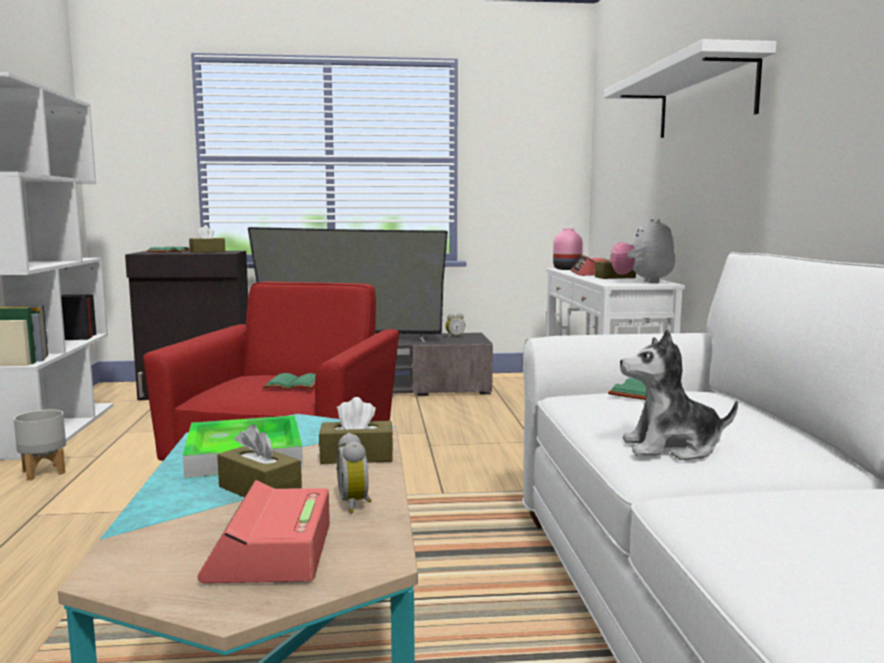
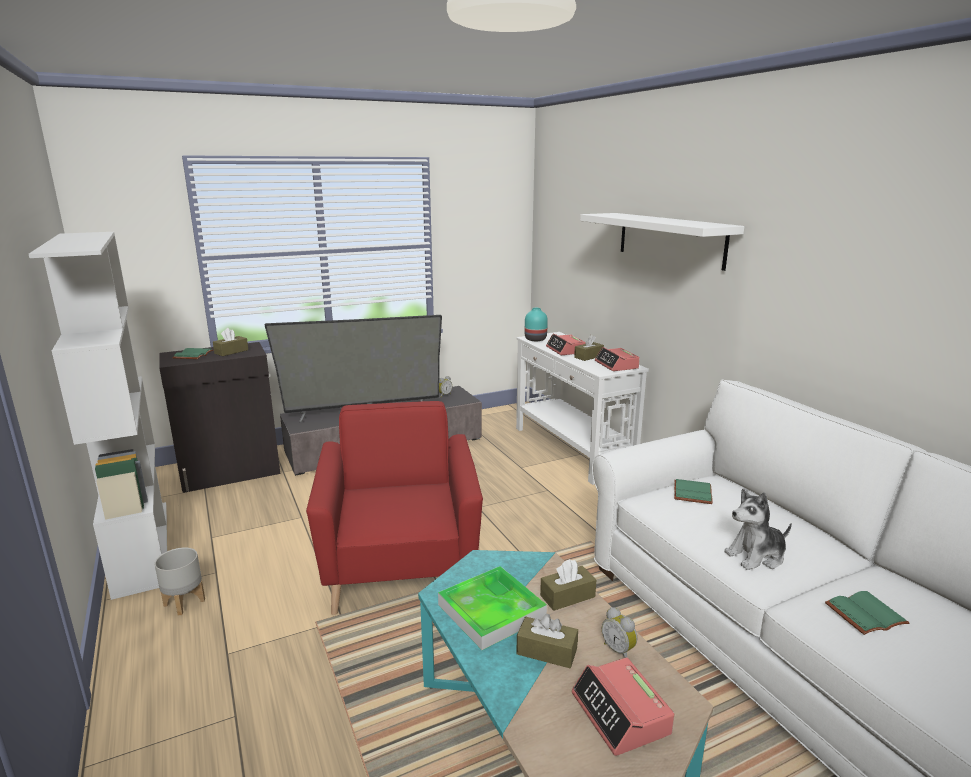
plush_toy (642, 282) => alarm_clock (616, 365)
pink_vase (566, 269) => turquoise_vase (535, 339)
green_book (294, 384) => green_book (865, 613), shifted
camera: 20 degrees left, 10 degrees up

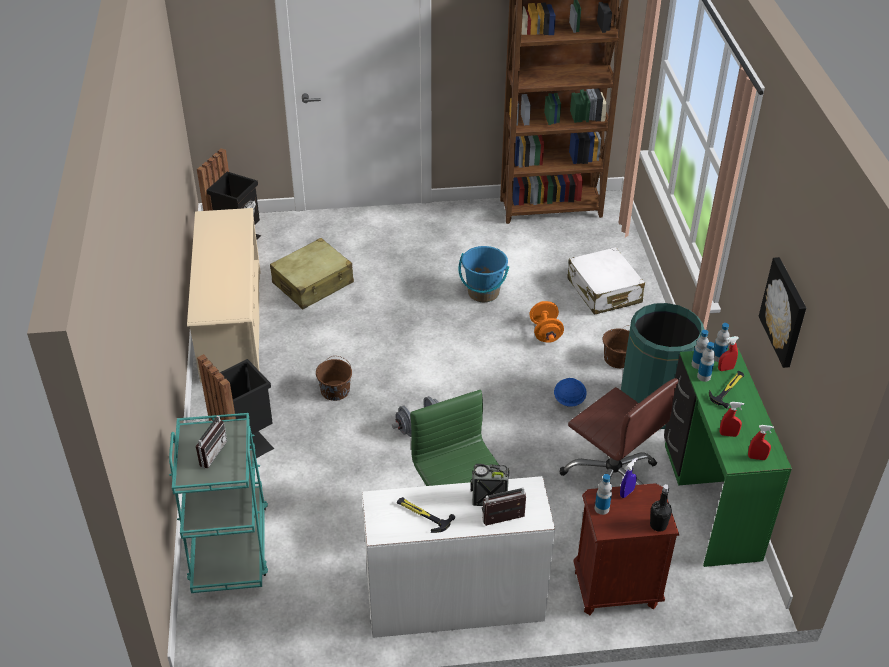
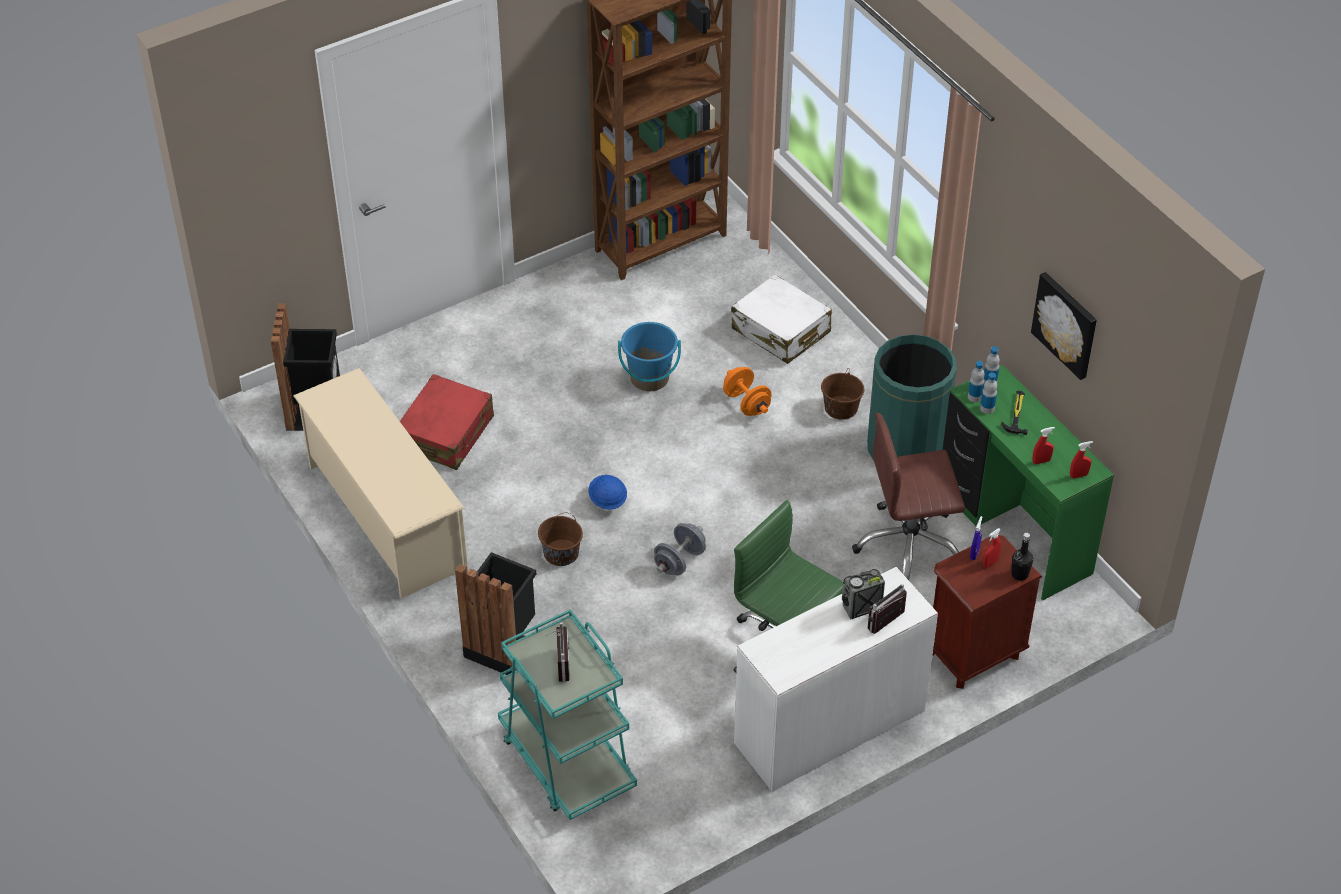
beige_suitcase (313, 283) => red_suitcase (446, 433)
red_spray_bottle (725, 369) => red_spray_bottle (990, 562), shifted
blue_hard_hat (569, 399) => blue_hard_hat (607, 500), shifted
brown_office_chair (612, 479) => brown_office_chair (908, 545), 150 degrees clockwise
bottle (601, 508) => nothing
hammer (423, 515) => nothing
camera: 25 degrees left, 5 degrees up

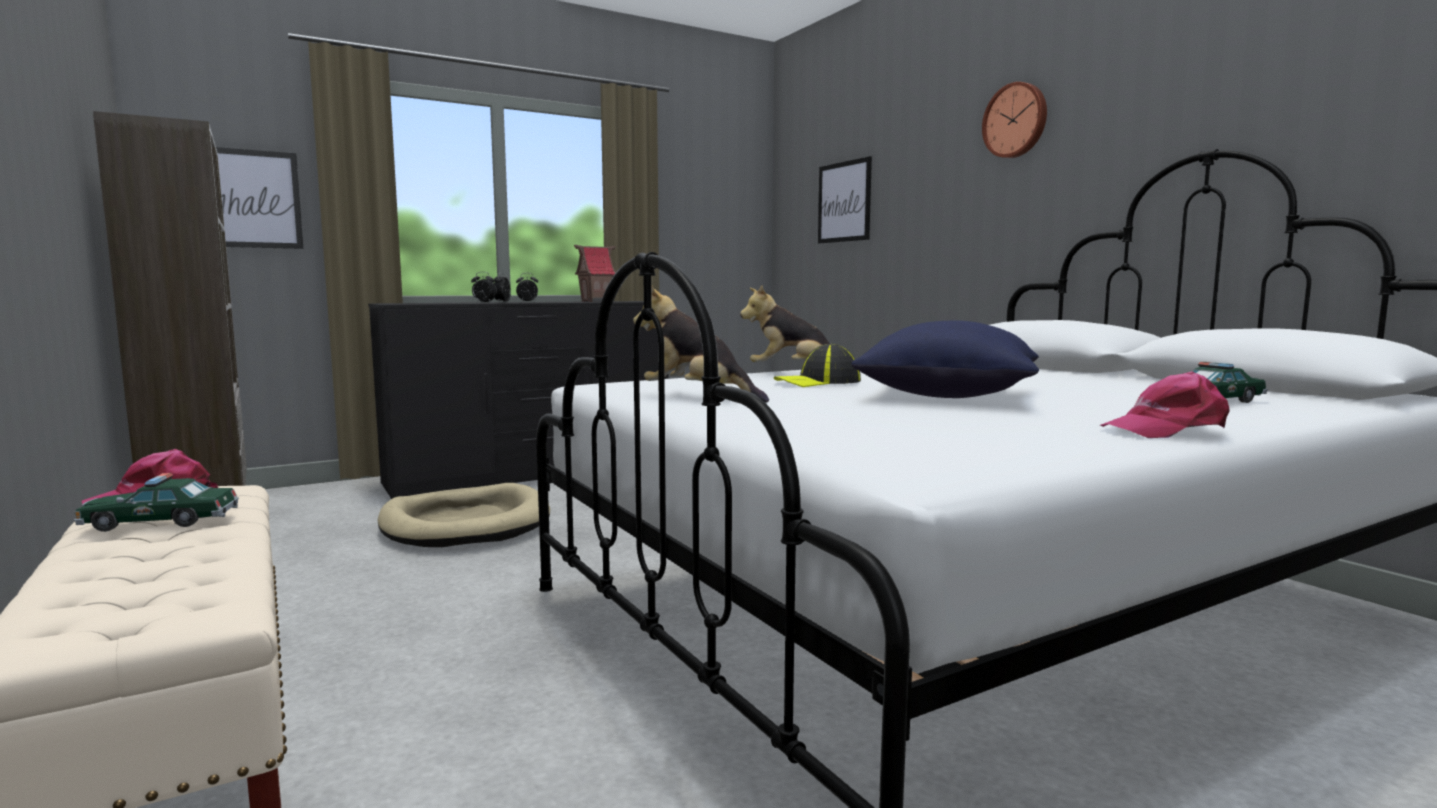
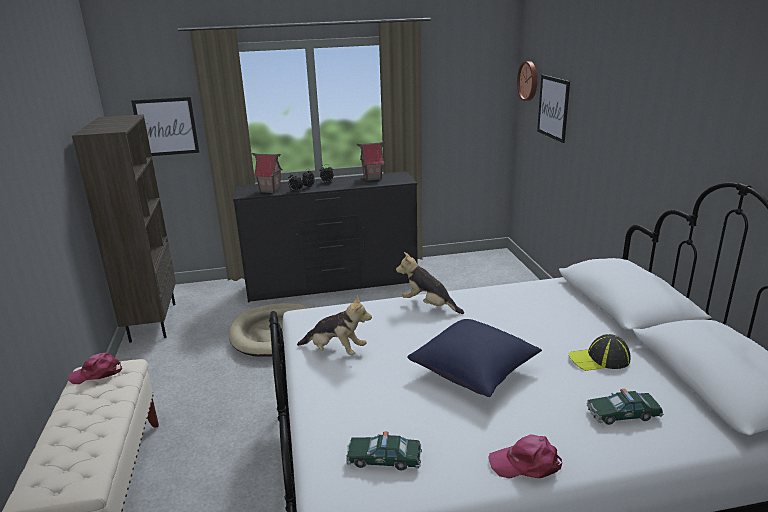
wall_clock (1016, 121) => wall_clock (529, 81), shifted
plush_toy (698, 397) => plush_toy (335, 351), 150 degrees clockwise
cap (818, 382) => cap (599, 359), shifted
toy_car (161, 522) => toy_car (384, 459), shifted
nothing => toy_house (270, 190)
camera: 20 degrees right, 15 degrees up

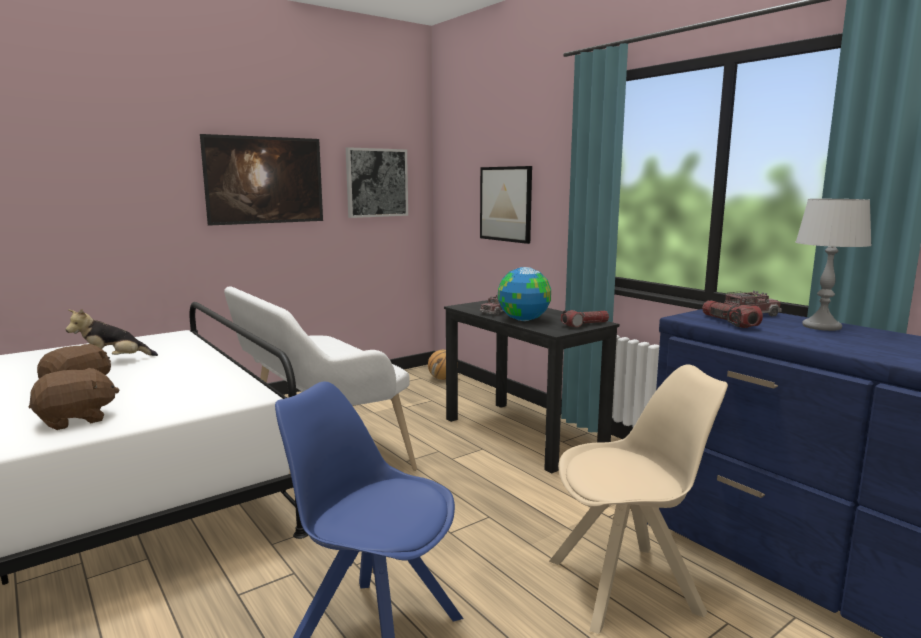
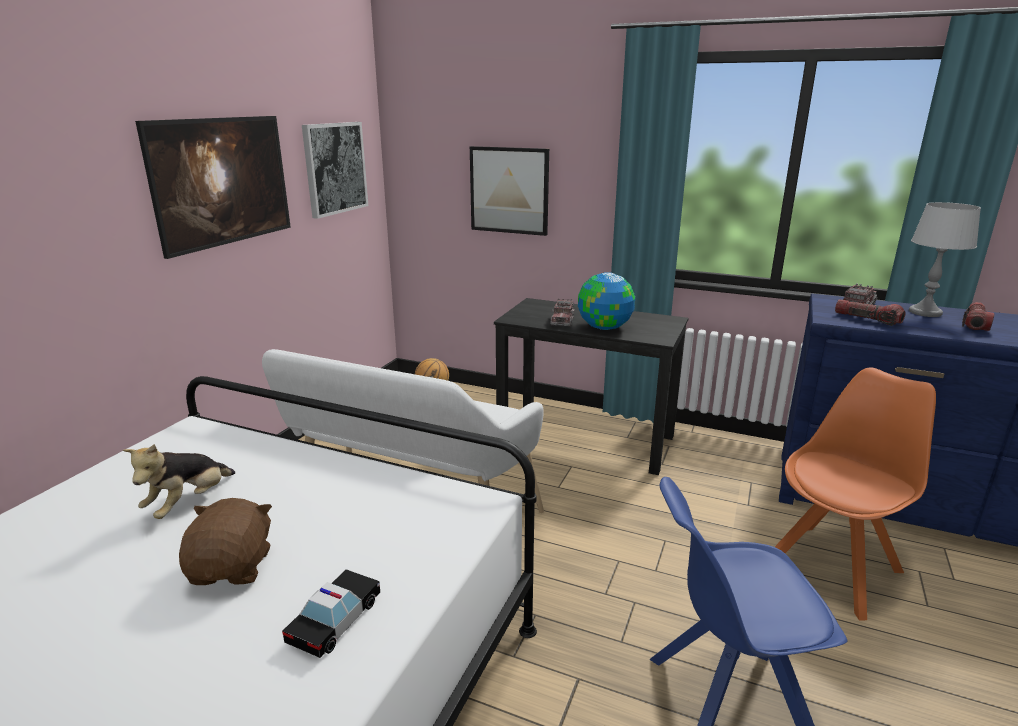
flashlight (585, 324) => flashlight (974, 324), shifted
beige_chair (628, 586) => orange_chair (833, 567)
brown_plush_toy (76, 420) => toy_car (335, 620)
camera: 30 degrees left, 10 degrees up

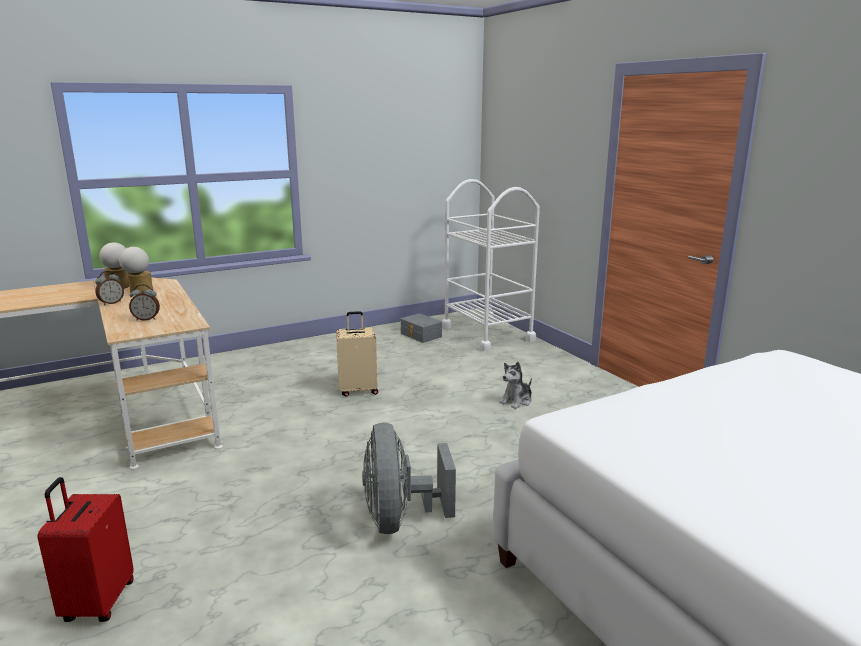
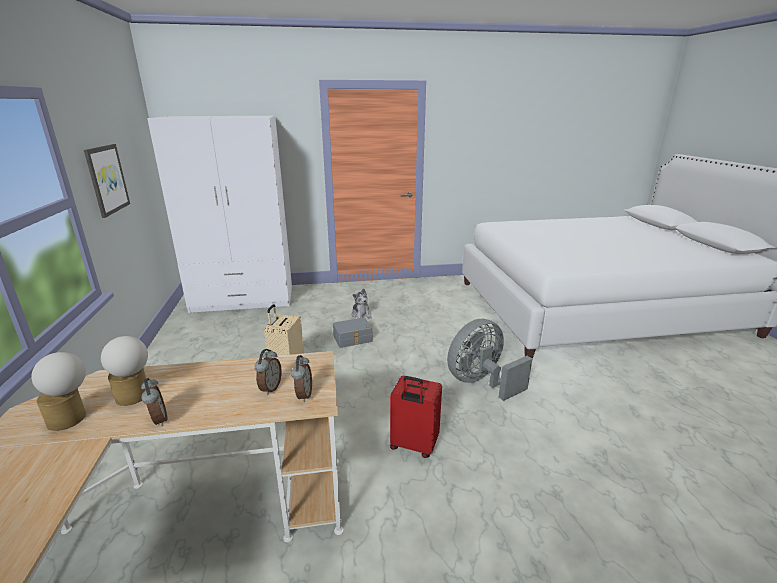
white_cart (487, 334) => white_wardrobe (243, 299)
grey_storage_box (420, 335) => grey_storage_box (353, 339), shifted
grey_fan (400, 519) => grey_fan (481, 382), 135 degrees clockwise
red_suitcase (97, 602) => red_suitcase (413, 446), shifted
nothing => picture (106, 179)
nothing => alarm_clock (303, 395)
camera: 70 degrees left, 5 degrees up

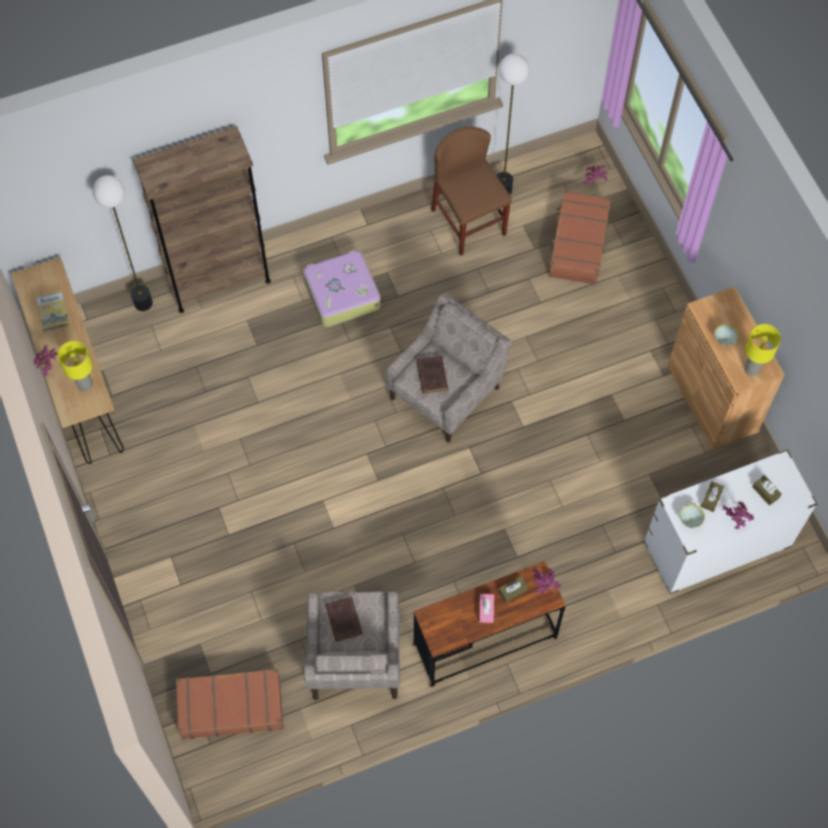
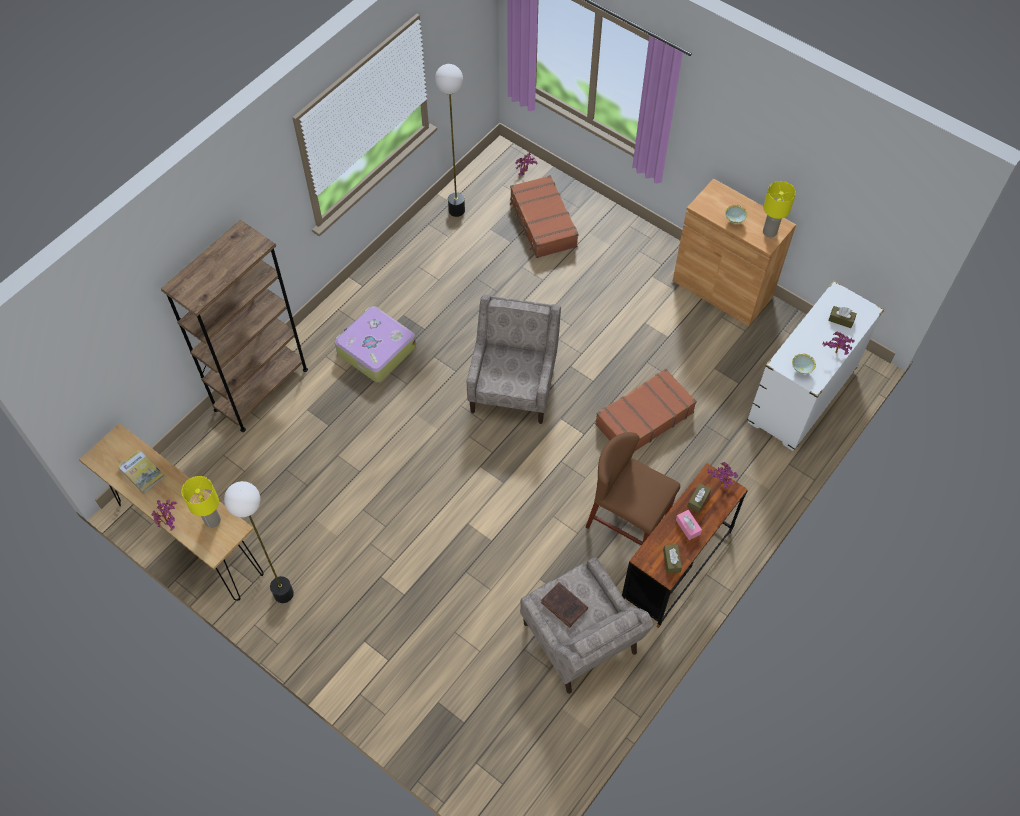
brown_chair (468, 222) => brown_chair (627, 521), shifted
floor_lamp (143, 302) => floor_lamp (283, 593), shifted
brown_book (432, 374) => nothing
brown_tissue_box (711, 498) => brown_tissue_box (671, 561), shifted
brown_suitcase (230, 706) => brown_suitcase (643, 418), shifted
camera: 30 degrees left, 5 degrees down

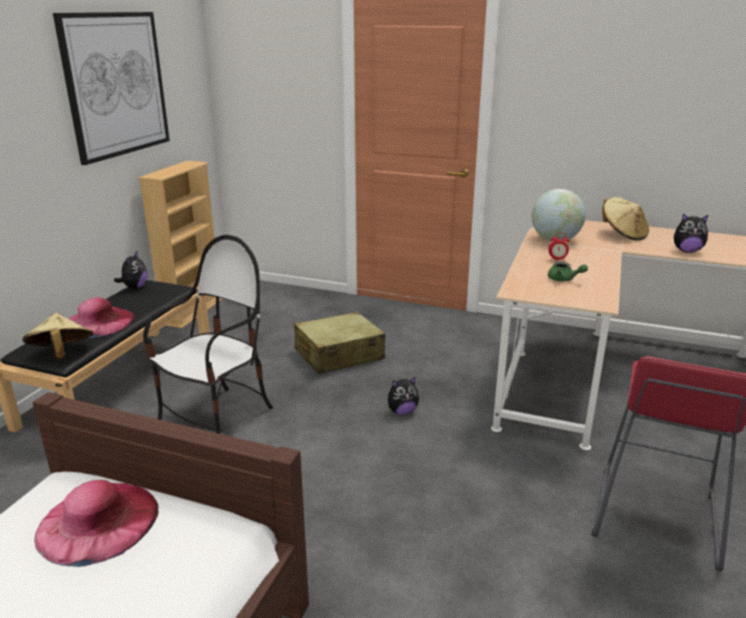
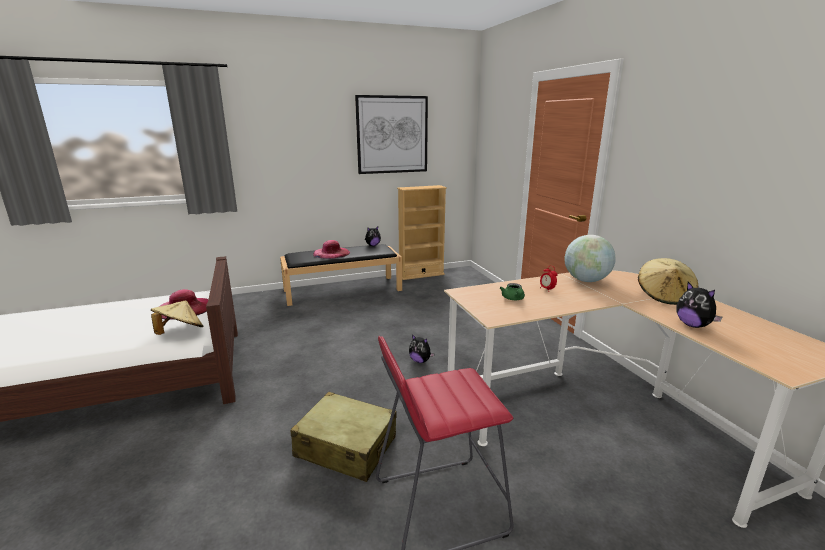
chair (217, 419) => nothing
beige_suitcase (338, 355) => beige_suitcase (346, 447), shifted
beige_hat (62, 354) => beige_hat (180, 332), shifted
camera: 50 degrees right, 5 degrees down

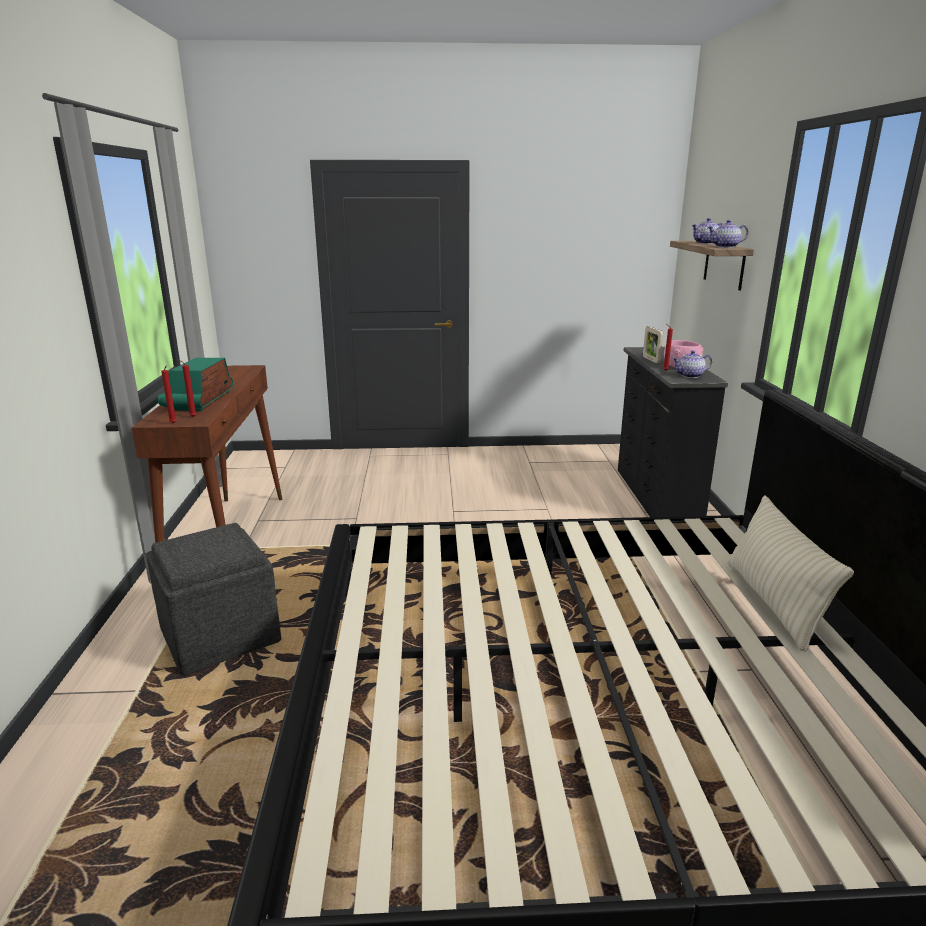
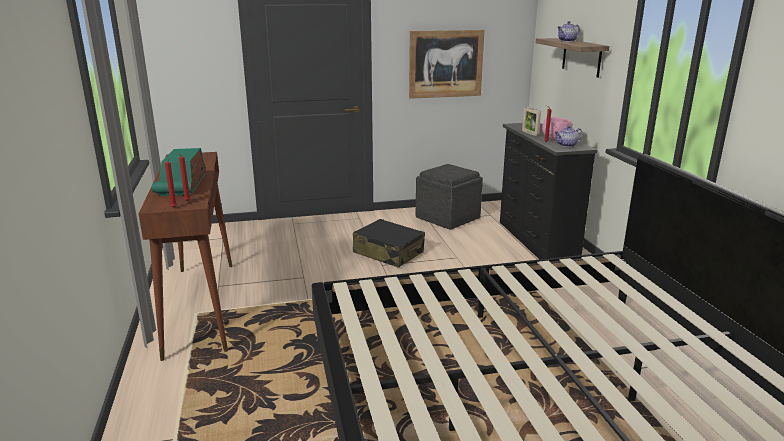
teapot (725, 247) => nothing
beige_pillow (773, 603) => nothing
grey_ottoman (221, 634) => grey_ottoman (448, 218), shifted
nothing => picture (446, 64)
nothing => black_suitcase (388, 253)
camera: 10 degrees left, 0 degrees up

